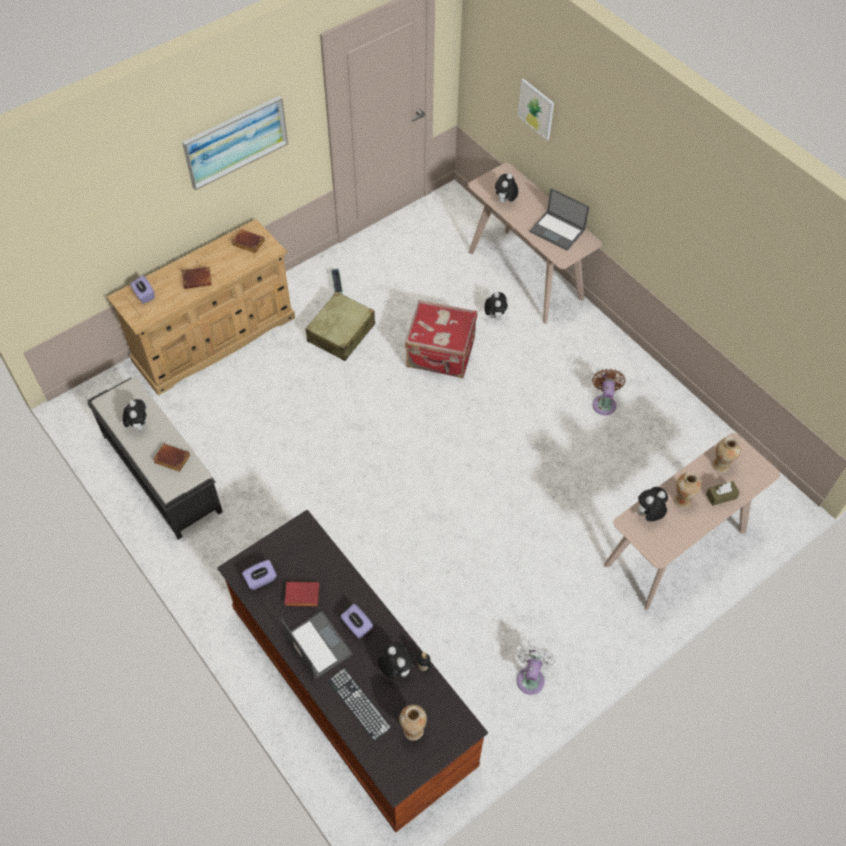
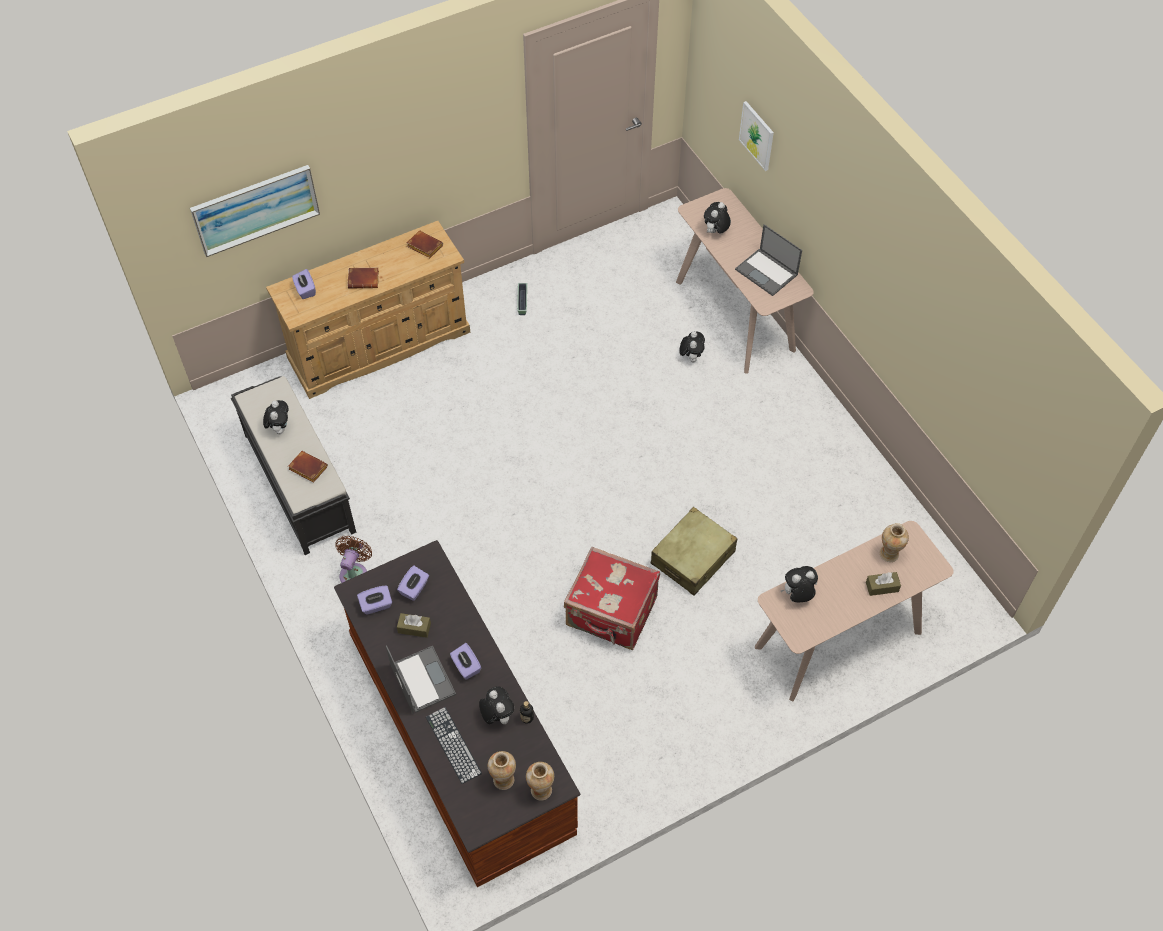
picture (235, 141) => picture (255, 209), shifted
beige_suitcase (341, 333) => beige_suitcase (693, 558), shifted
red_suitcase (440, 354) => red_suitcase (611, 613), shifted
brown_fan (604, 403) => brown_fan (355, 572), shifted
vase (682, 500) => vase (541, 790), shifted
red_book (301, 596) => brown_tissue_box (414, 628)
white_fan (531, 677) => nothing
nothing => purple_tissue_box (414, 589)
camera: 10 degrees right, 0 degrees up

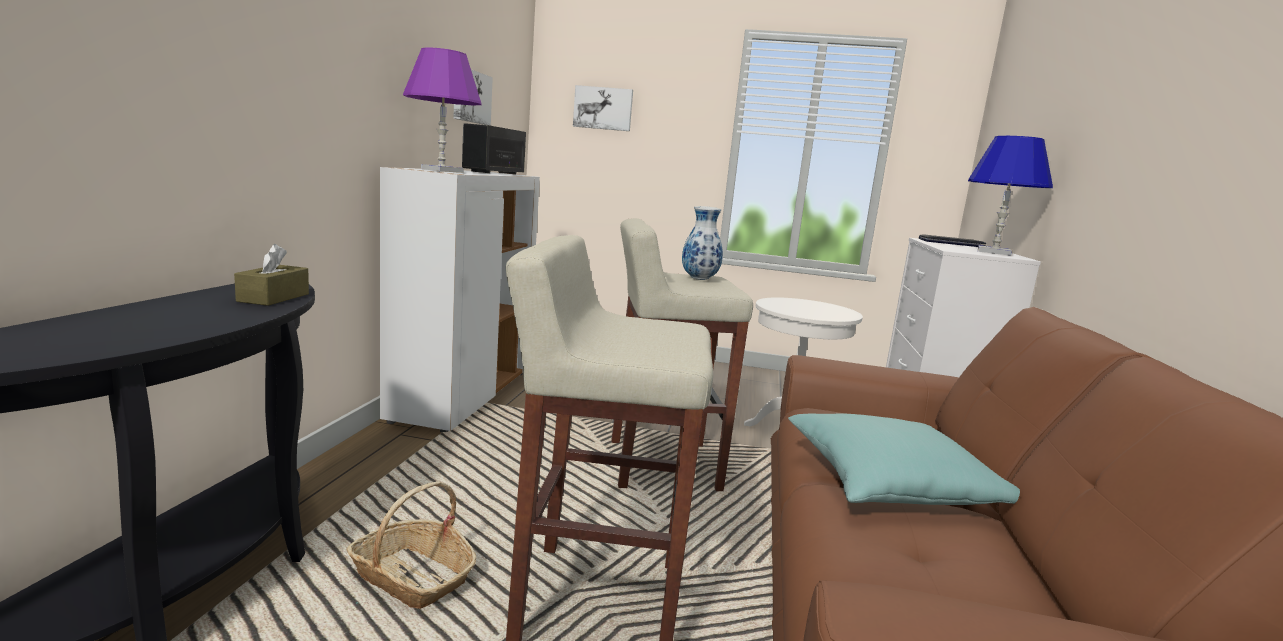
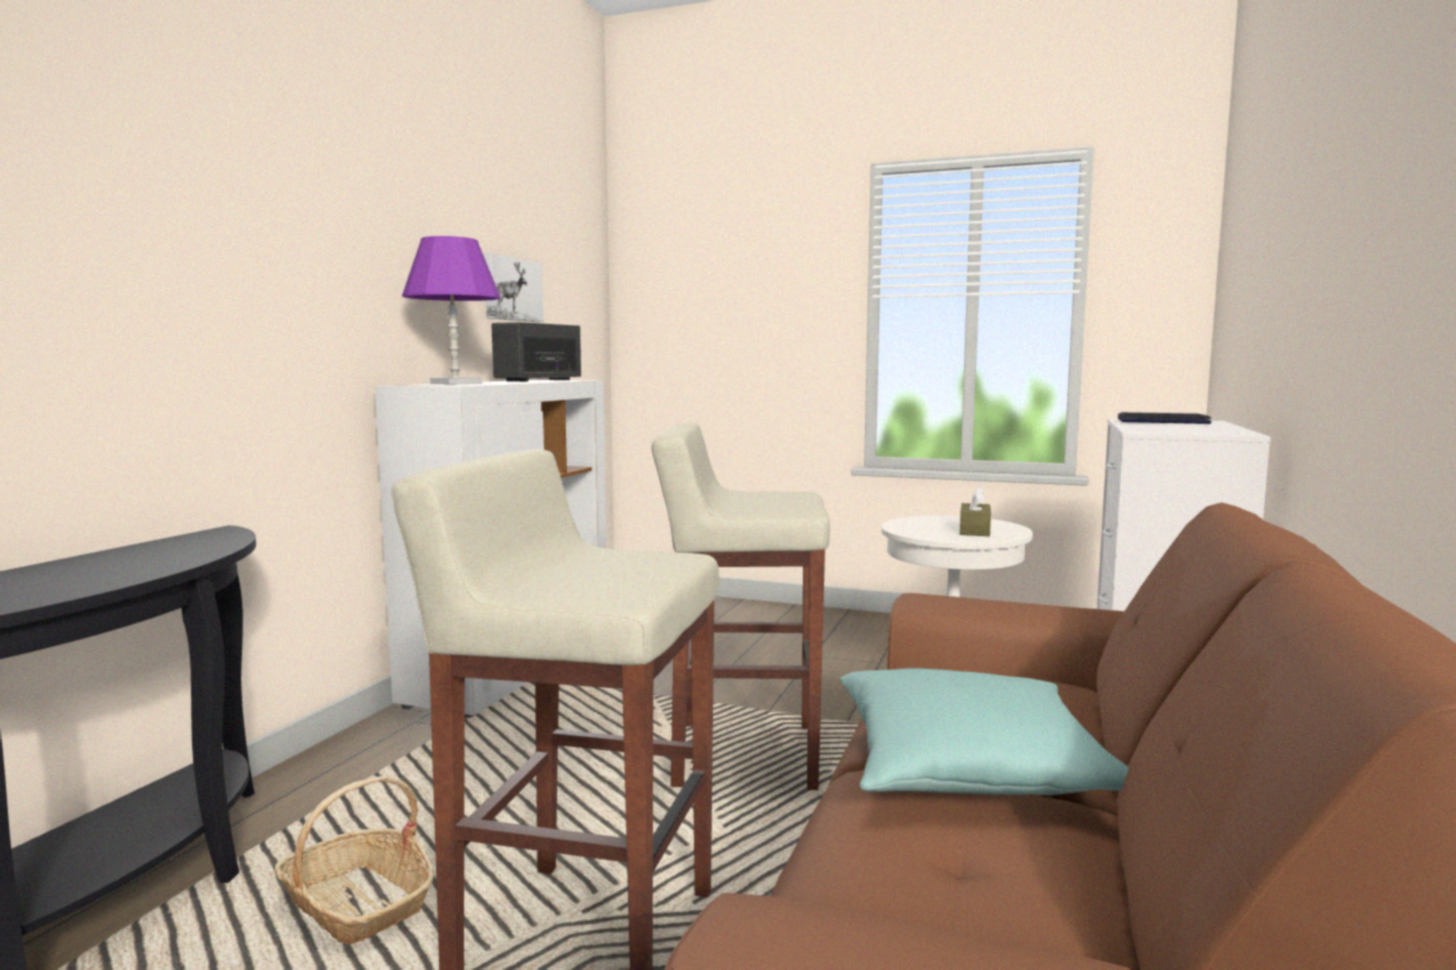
picture (603, 108) => nothing
blue_table_lamp (994, 252) => nothing
vase (700, 279) => nothing
brown_tissue_box (273, 297) => brown_tissue_box (974, 530), shifted
camera: 10 degrees right, 5 degrees down

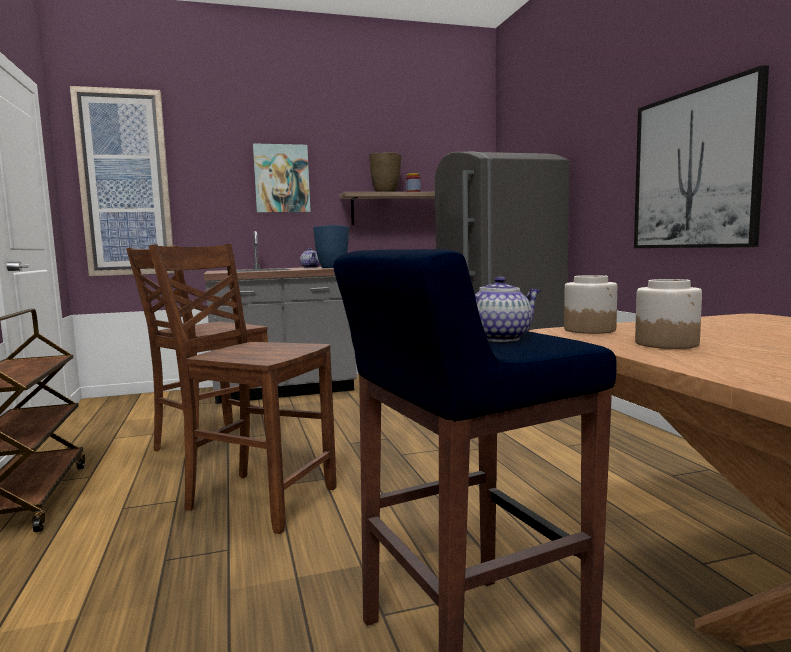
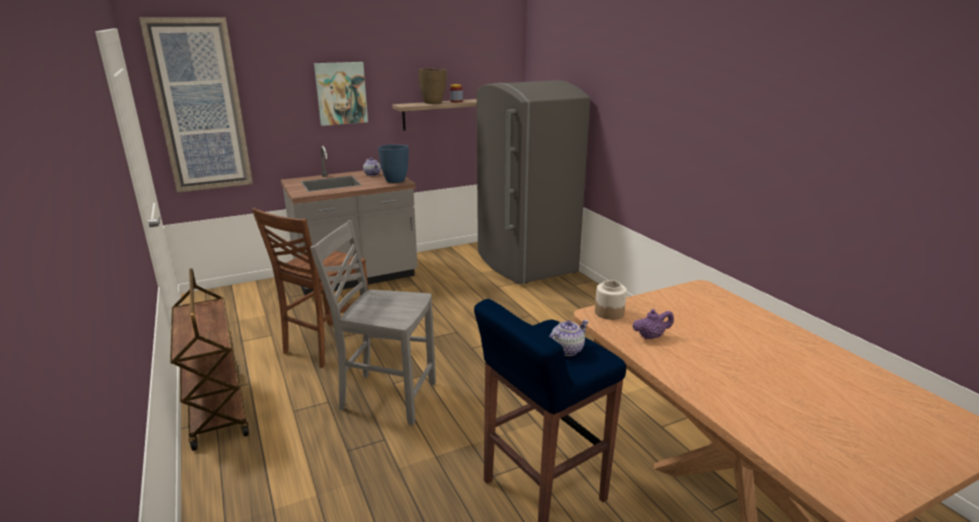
picture (694, 170) => nothing
brown_chair (259, 499) => grey_chair (386, 396)
jar (666, 343) => purple_teapot (651, 337)
camera: 10 degrees left, 15 degrees up

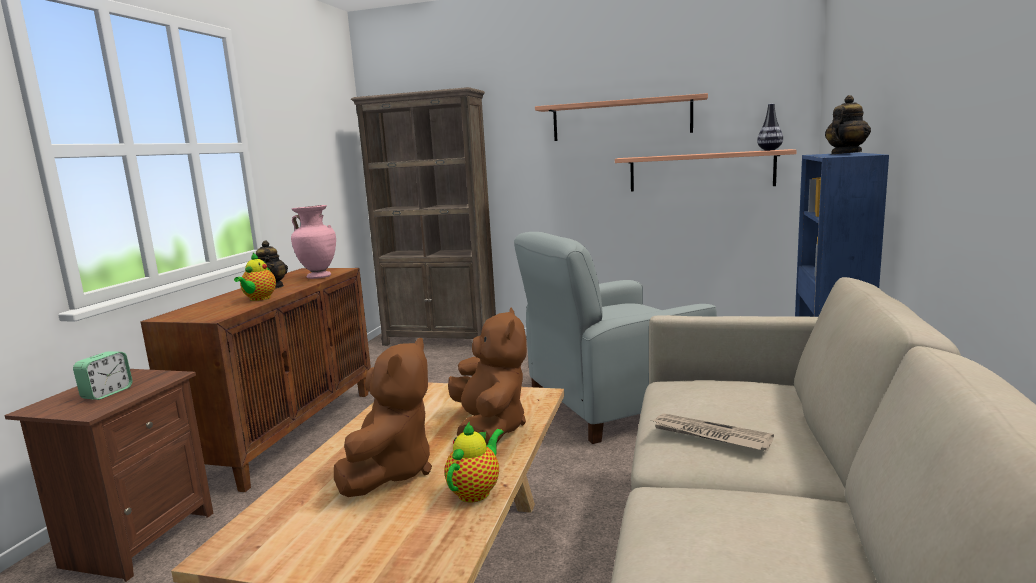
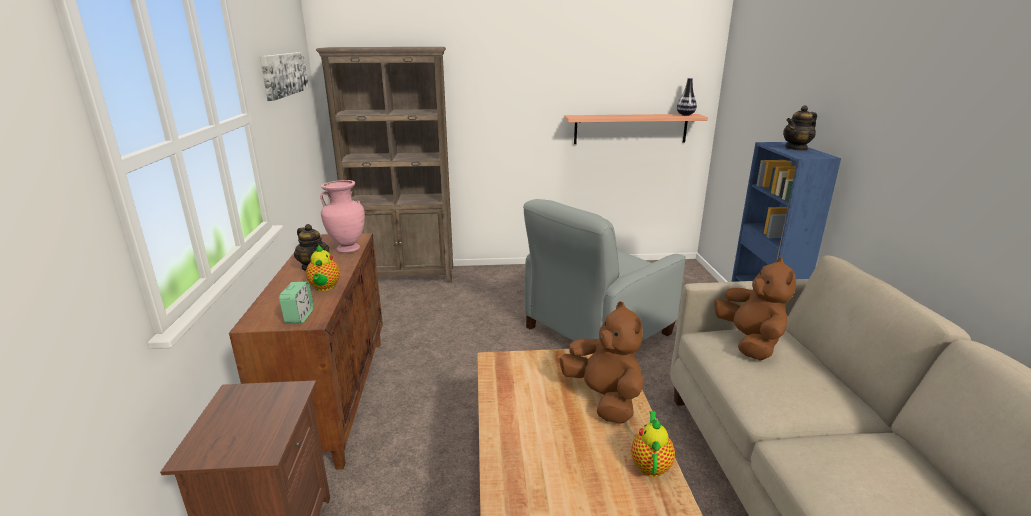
shelf (621, 119) => nothing
teapot (845, 154) => teapot (796, 148), 150 degrees counterclockwise
brown_plush_toy (390, 471) => brown_plush_toy (750, 342), shifted
alarm_clock (107, 393) => alarm_clock (299, 317), shifted
newspaper (709, 435) => nothing
nothing => picture (284, 74)
camera: 20 degrees left, 10 degrees up

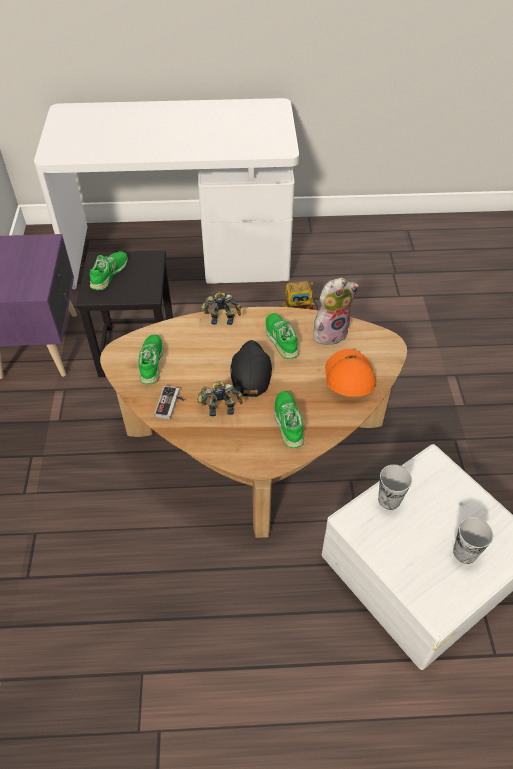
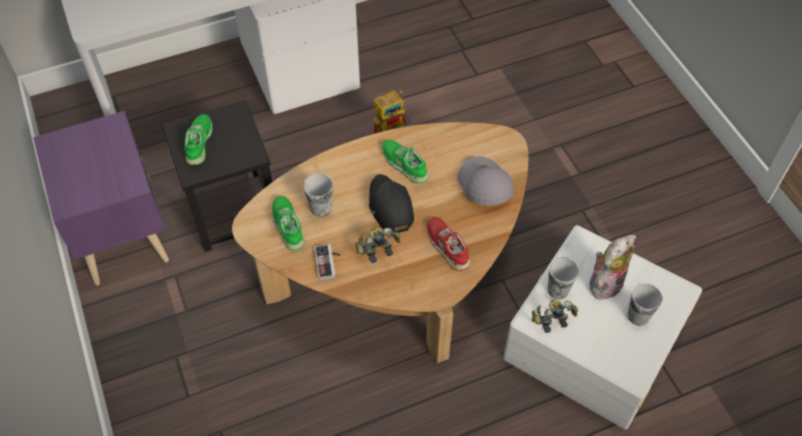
plush_toy (330, 332) => plush_toy (605, 282), shifted
toy_robot (221, 318) => toy_robot (551, 321), shifted
orange_cap (348, 378) => grey_cap (484, 186)
green_shoe (289, 422) => red_shoe (448, 246)
nothing => cup (321, 208)
camera: 20 degrees left, 5 degrees up

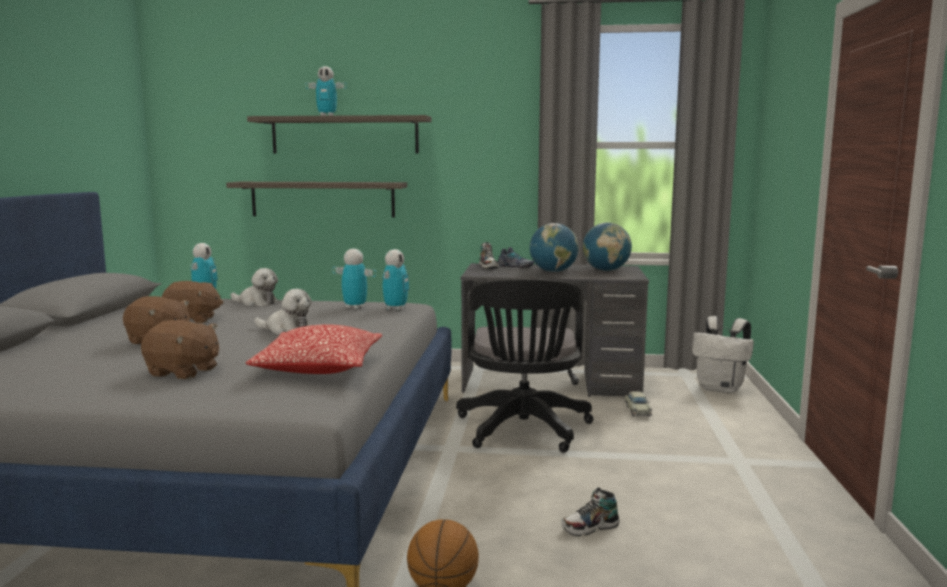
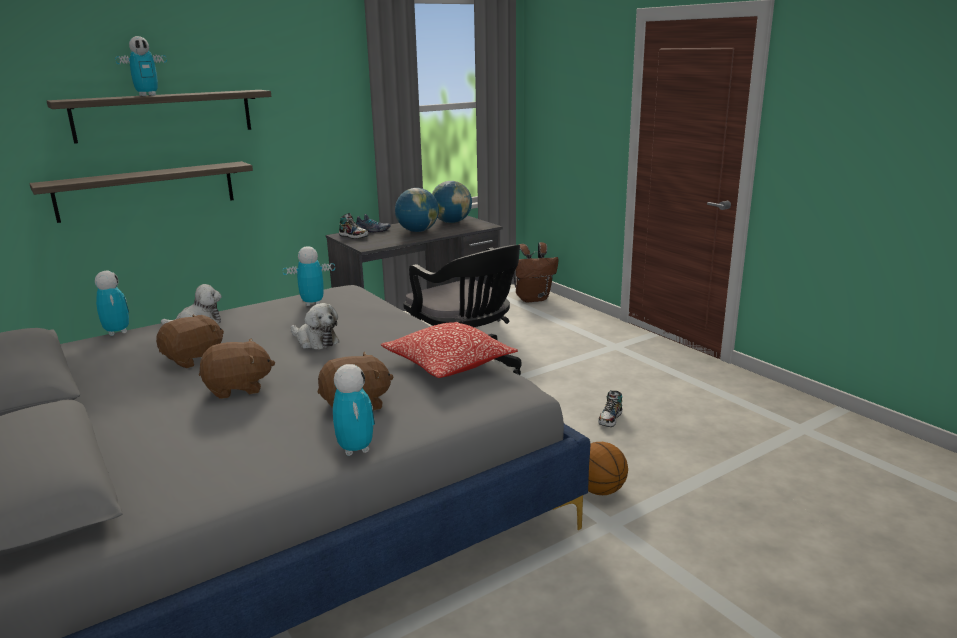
toy_robot (395, 308) => toy_robot (355, 449), shifted
plush_toy (286, 329) => plush_toy (315, 341), 60 degrees clockwise
white_backpack (721, 389) => brown_backpack (533, 298)
beige_toy_car (637, 410) => nothing
camera: 40 degrees left, 10 degrees up

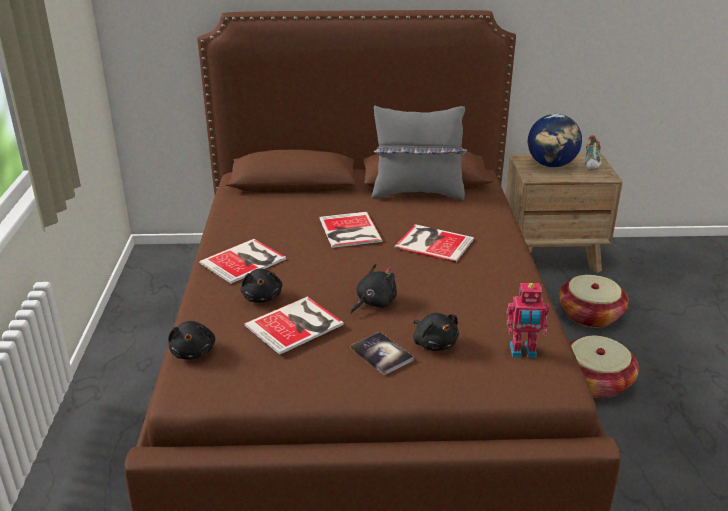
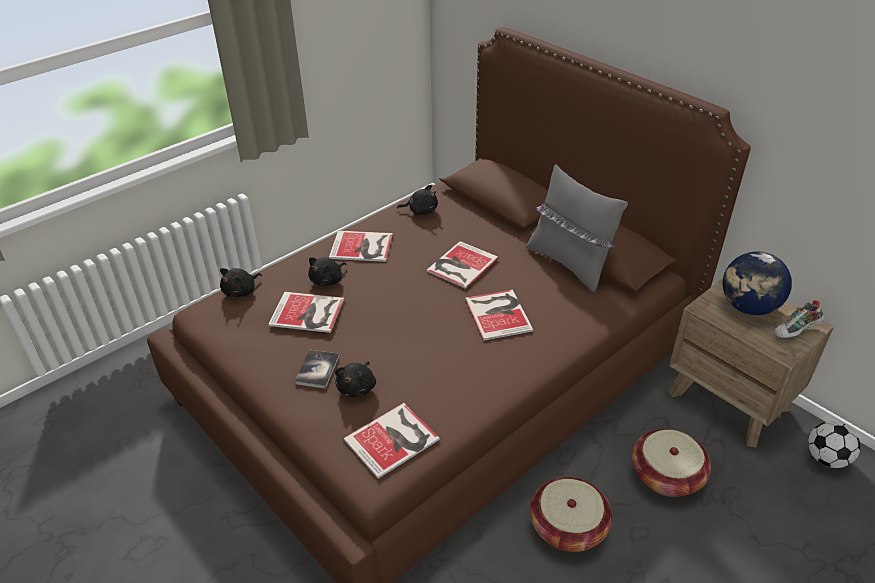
black_plush_toy (374, 303) => black_plush_toy (421, 211), shifted
toy_robot (523, 352) => book (394, 439)
nothing => football (826, 458)
camera: 50 degrees right, 10 degrees up

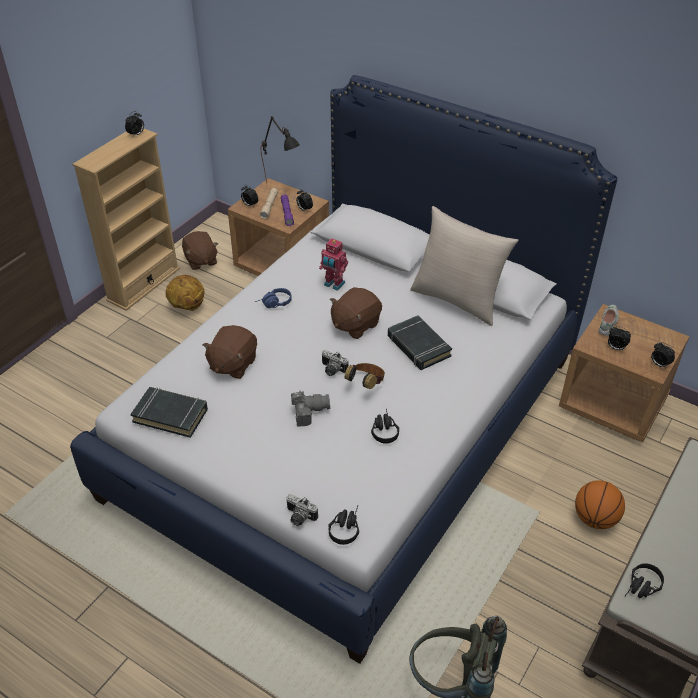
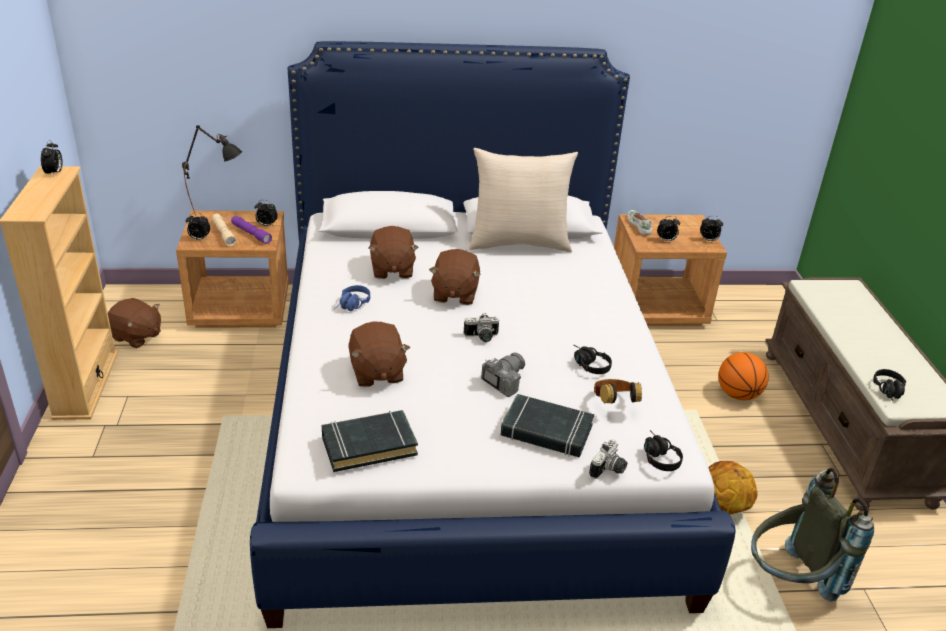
toy_robot (333, 284) => brown_plush_toy (392, 269)
basketball (187, 306) => basketball (721, 508), shifted
black_book (418, 346) => black_book (546, 431), shifted
headphones (366, 384) => headphones (613, 404), shifted
photo_camera (299, 517) => photo_camera (609, 470), 45 degrees counterclockwise
camera: 40 degrees left, 10 degrees down

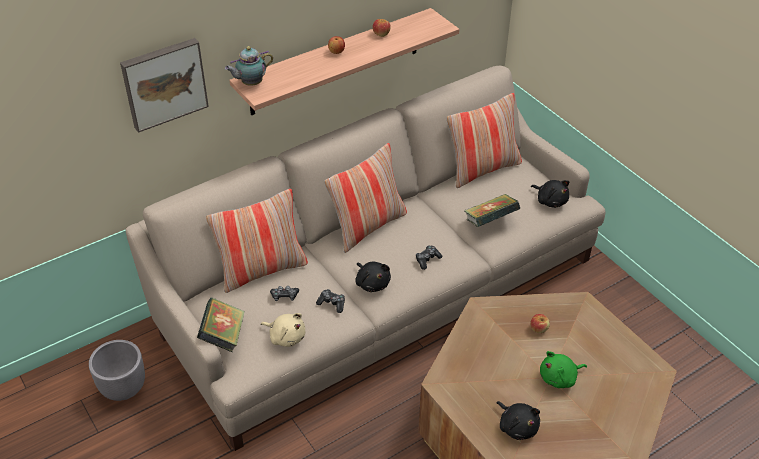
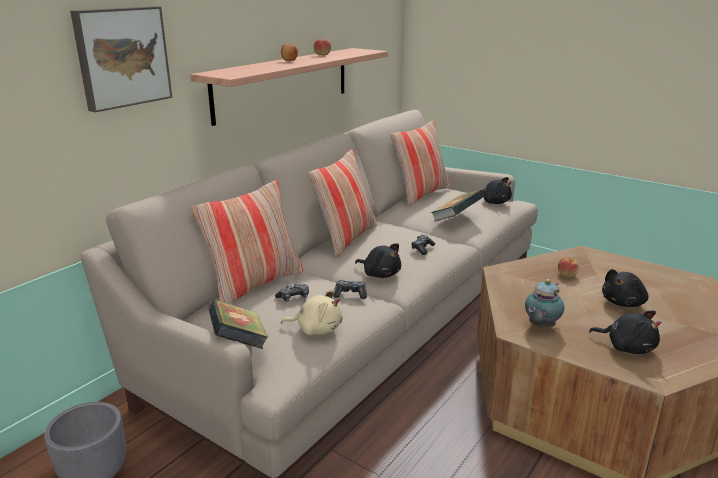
teapot (250, 83) => teapot (540, 326), shifted
green_plush_toy (559, 378) => black_plush_toy (623, 303)
camera: 20 degrees left, 20 degrees down

